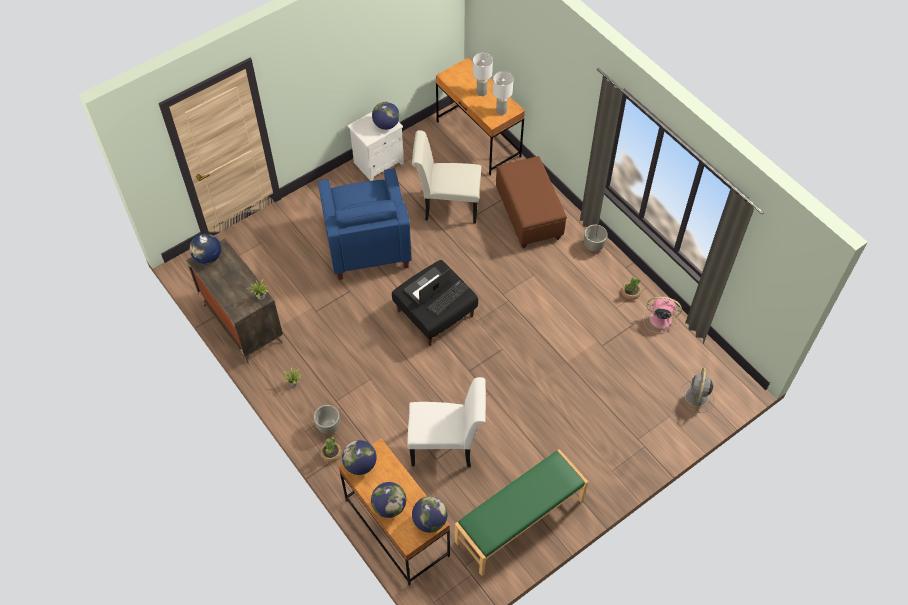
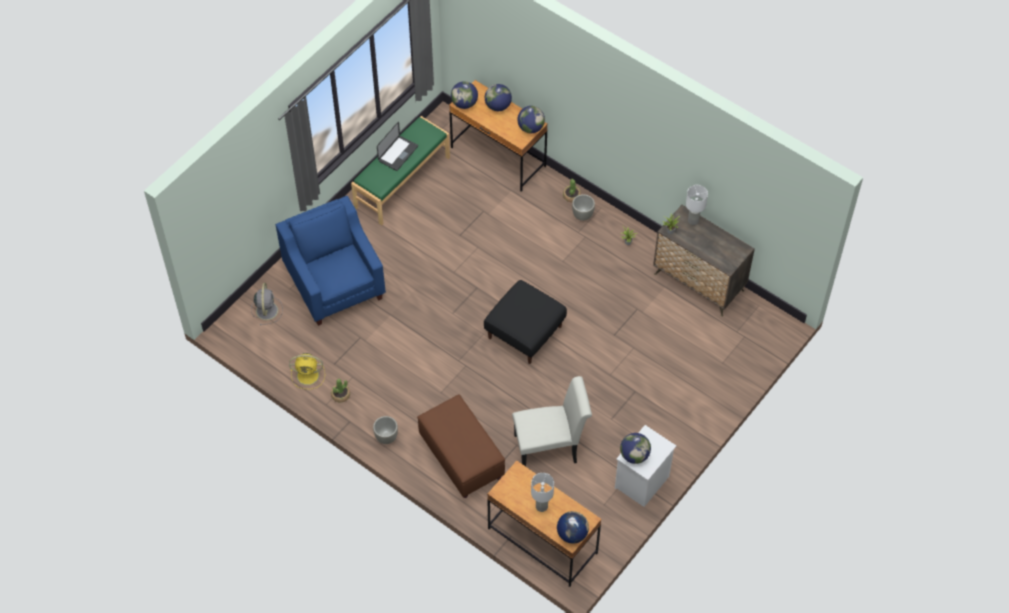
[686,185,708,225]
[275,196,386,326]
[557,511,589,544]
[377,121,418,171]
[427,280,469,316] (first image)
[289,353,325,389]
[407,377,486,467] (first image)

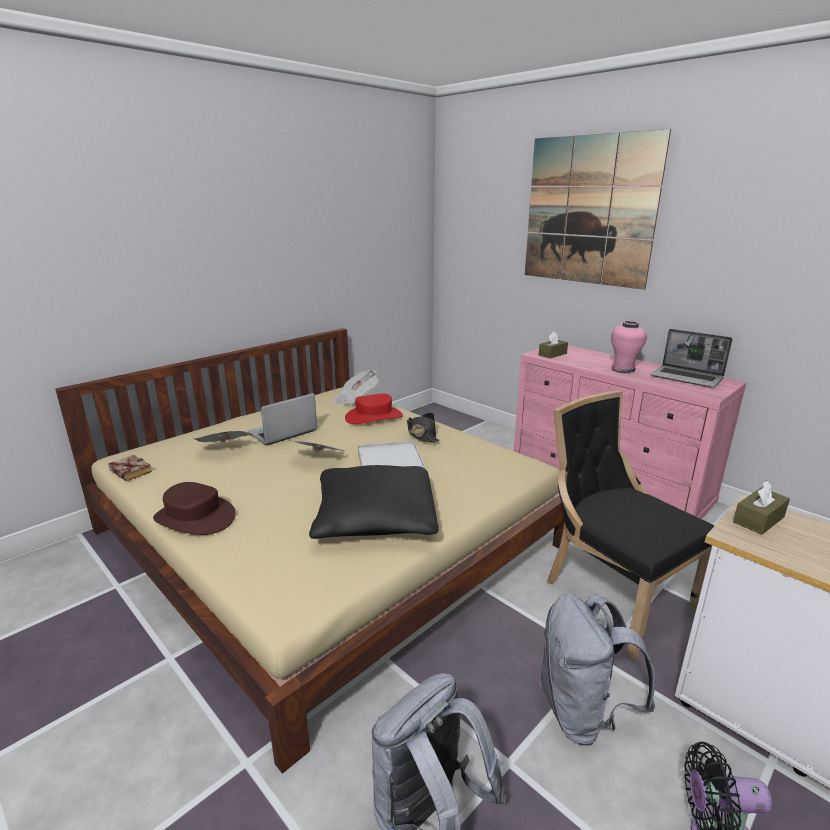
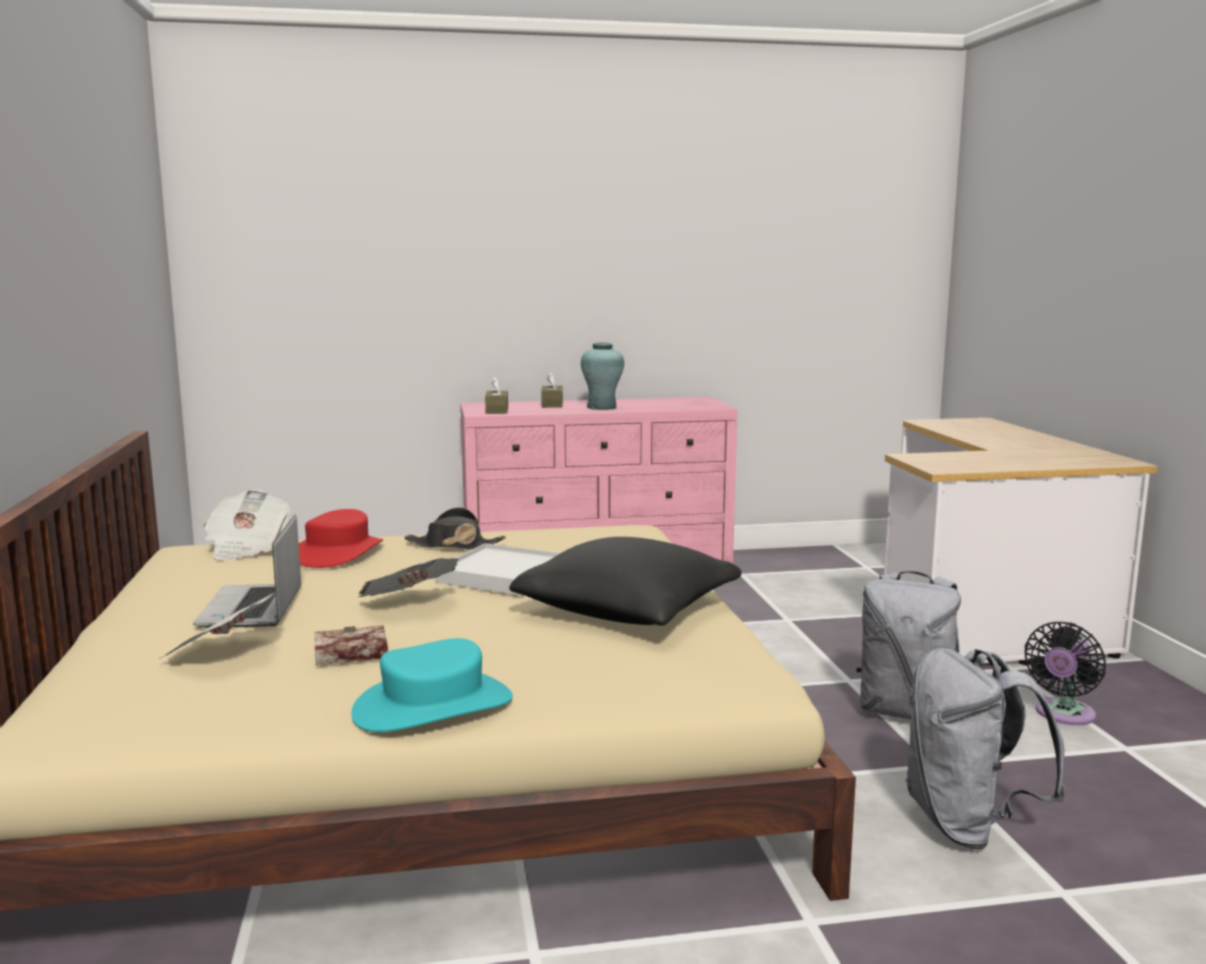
[525,129,671,290] (first image)
[581,342,624,410]
[651,329,733,388] (first image)
[547,391,715,660] (first image)
[314,625,388,665]
[541,372,563,408]
[351,638,513,732]

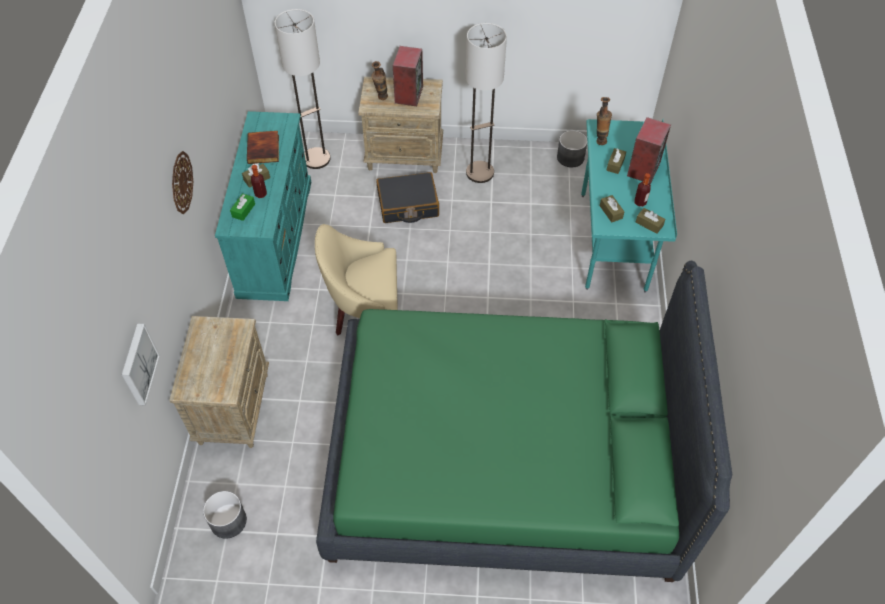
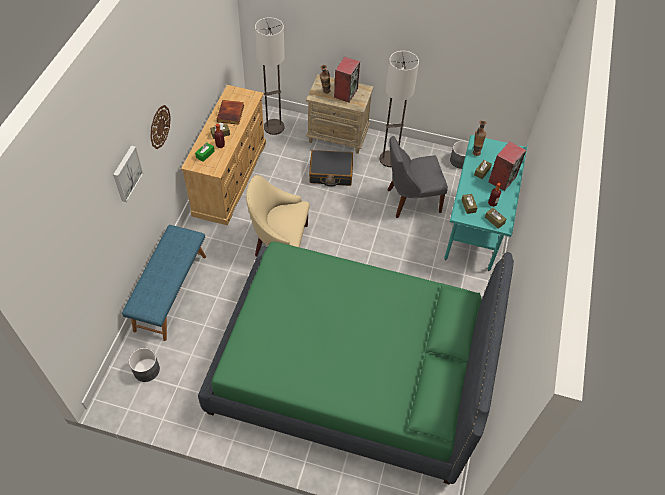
[181,85,266,226]
[122,225,206,341]
[113,145,144,202]
[387,136,448,218]

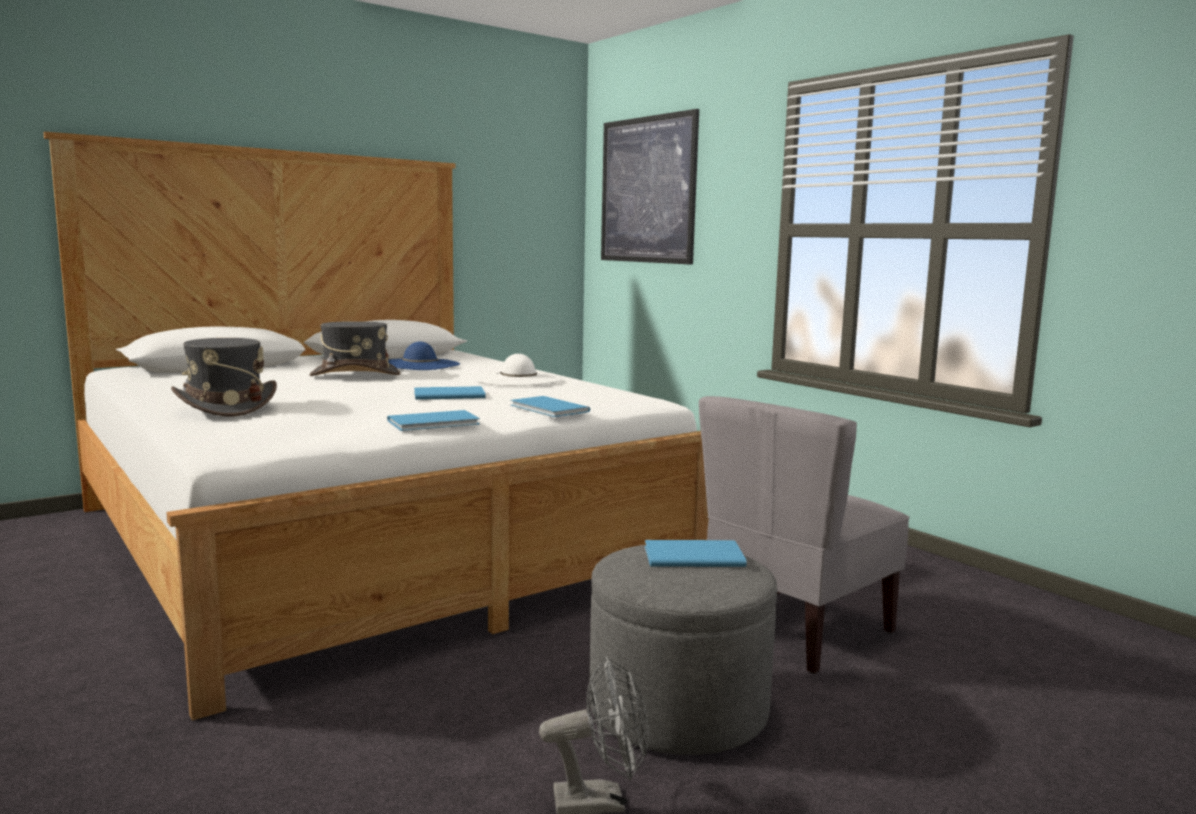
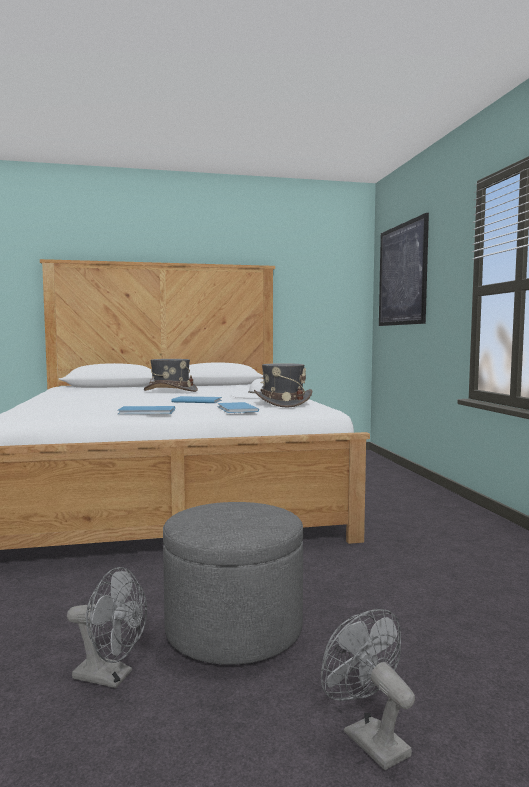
[254,363,312,408]
[388,342,460,370] (first image)
[699,396,910,674] (first image)
[645,540,747,567] (first image)
[321,609,415,770]

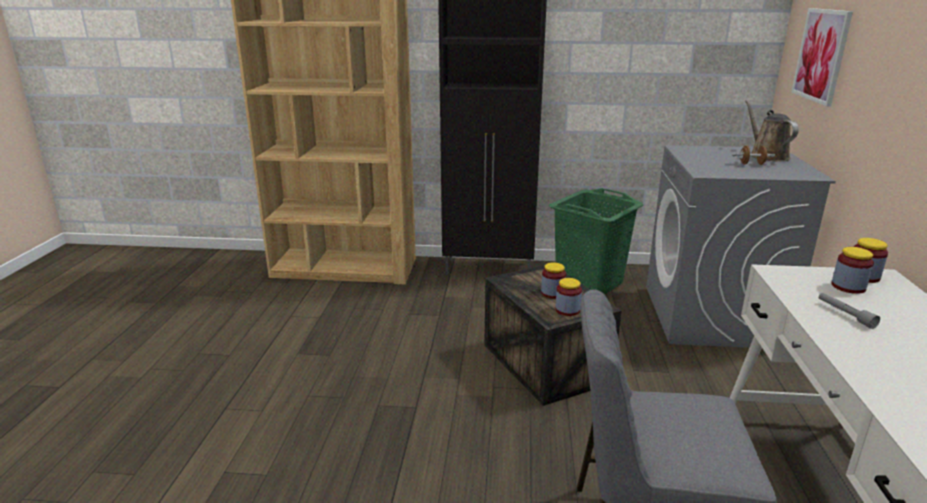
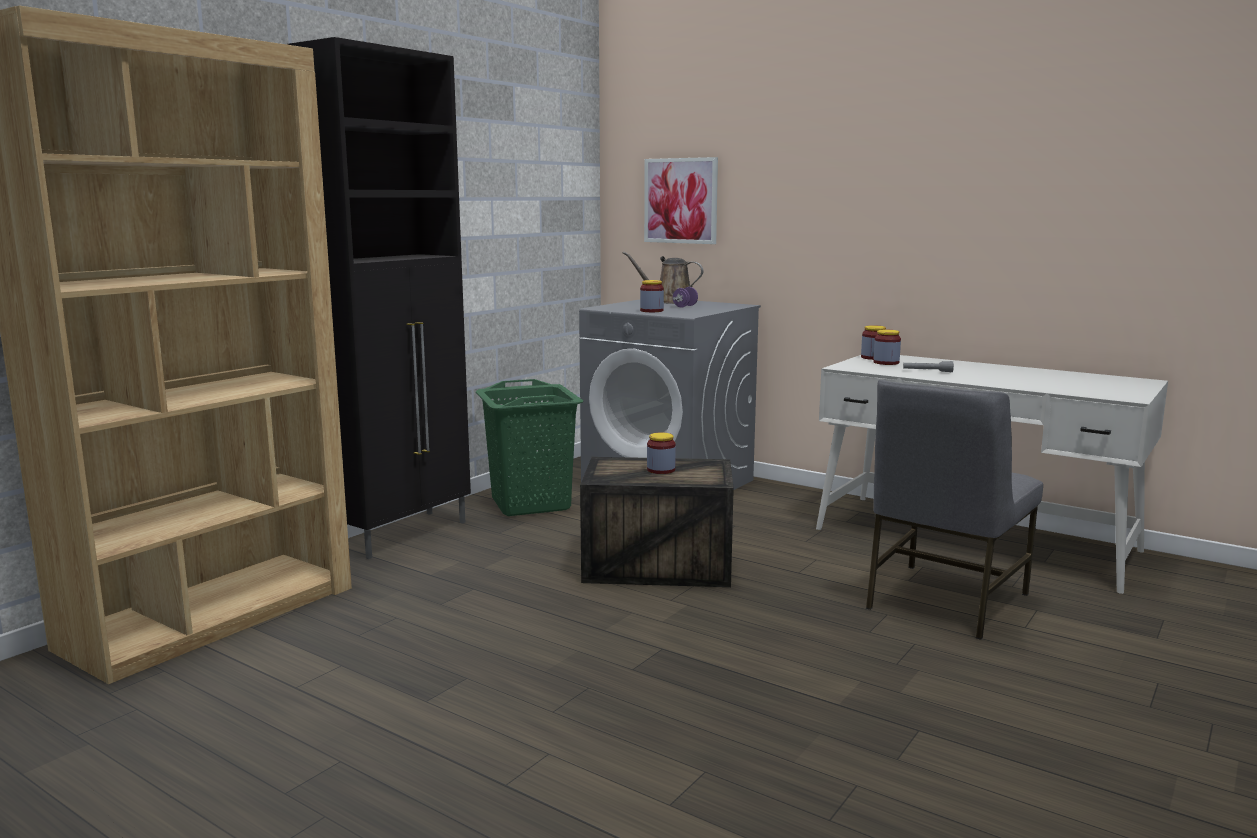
[673,287,698,308]
[640,280,664,312]

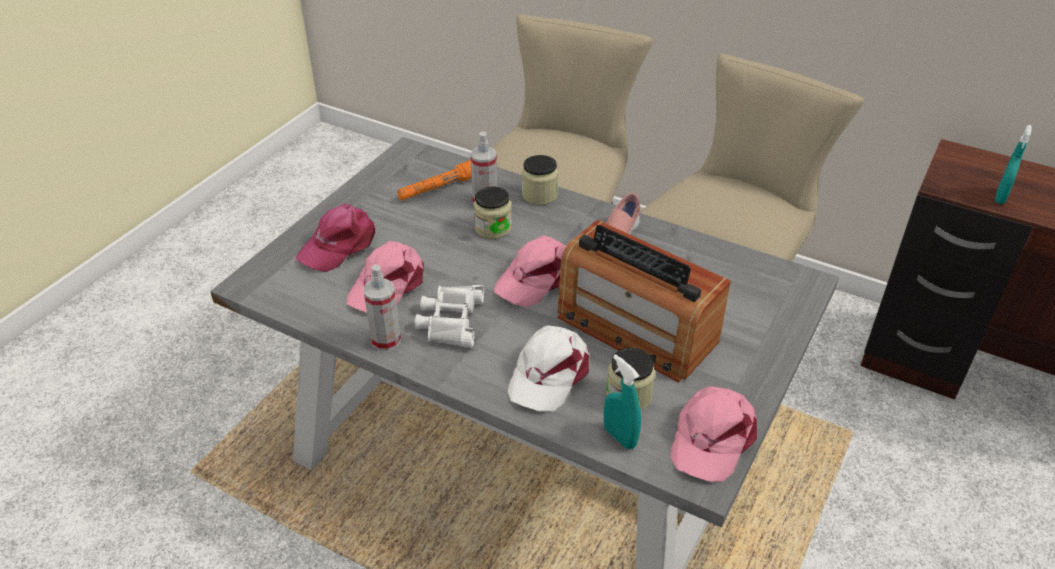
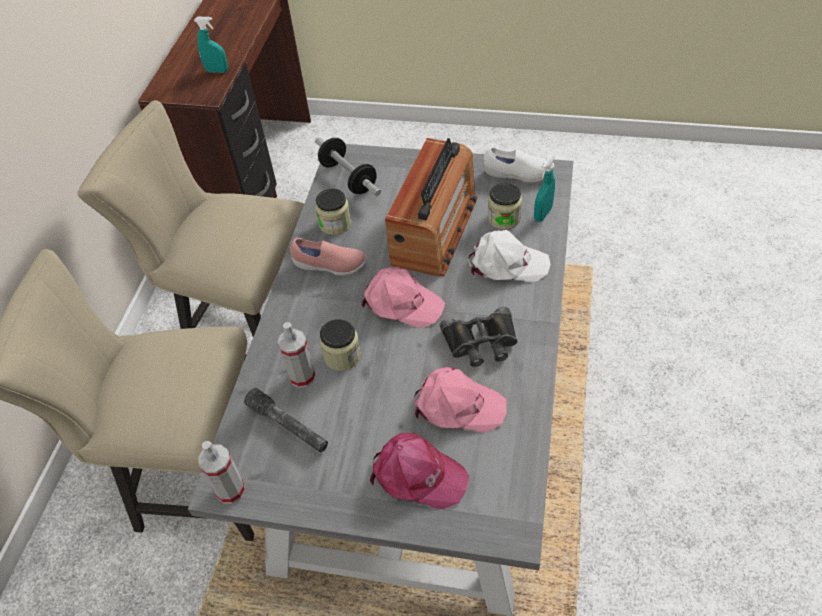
[315,189,351,235]
[244,388,328,452]
[198,441,245,504]
[440,307,518,367]
[483,146,555,183]
[315,137,381,196]

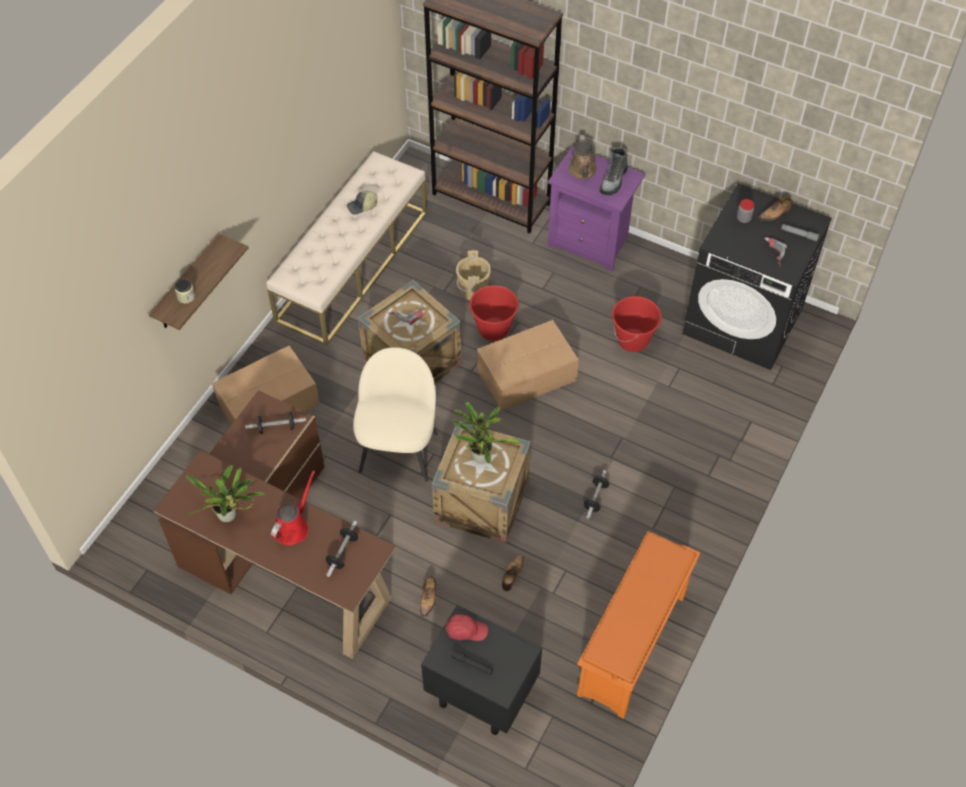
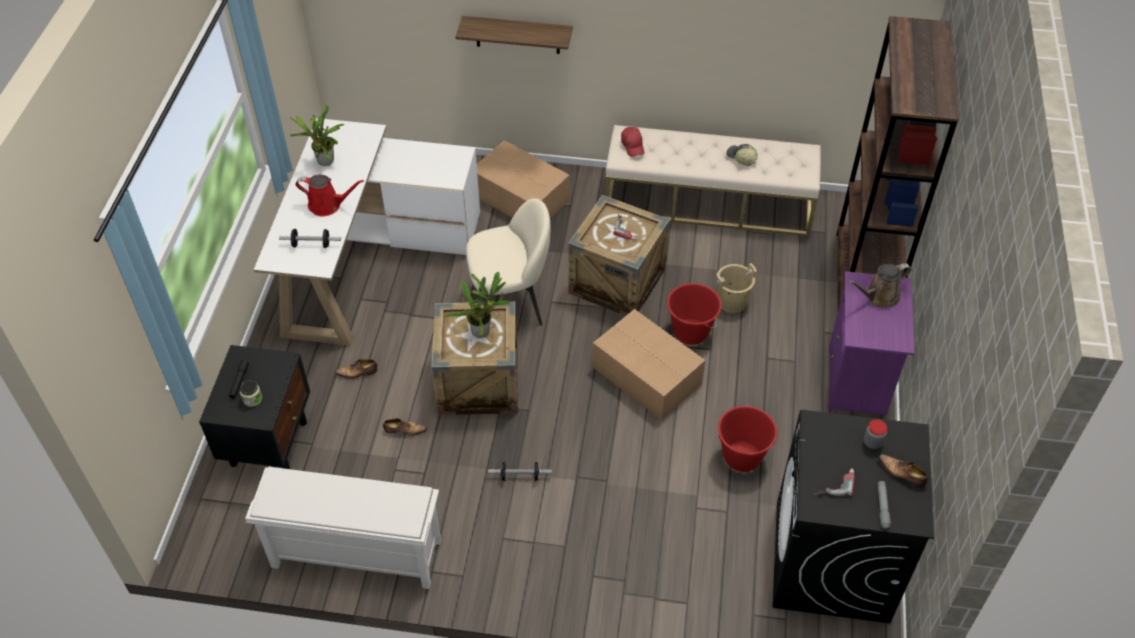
[600,147,628,195] (first image)
[240,380,262,407]
[254,118,480,346]
[245,412,306,434] (first image)
[245,467,441,589]
[621,127,644,157]

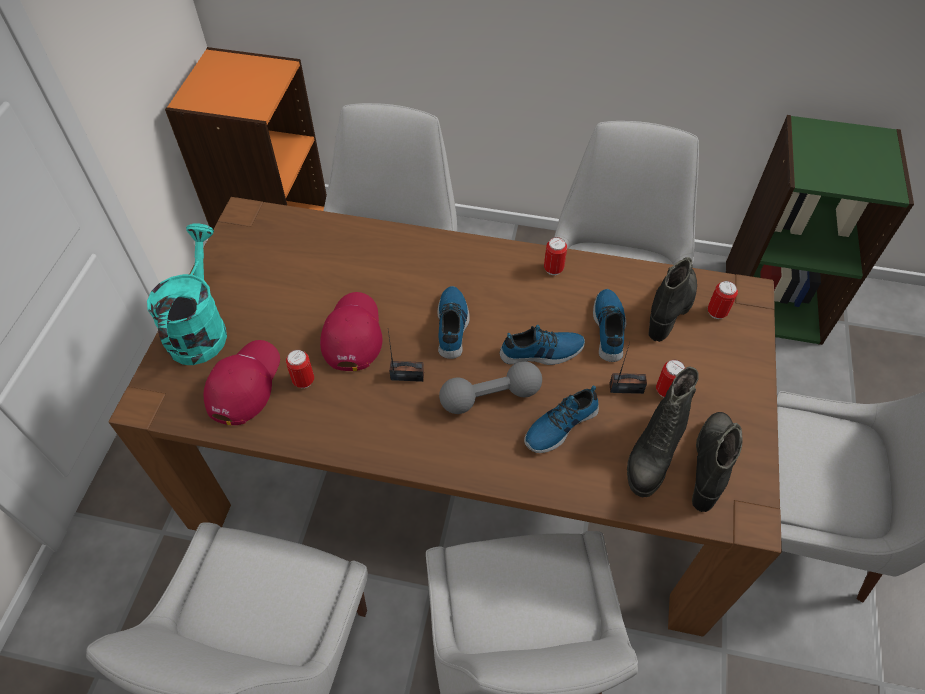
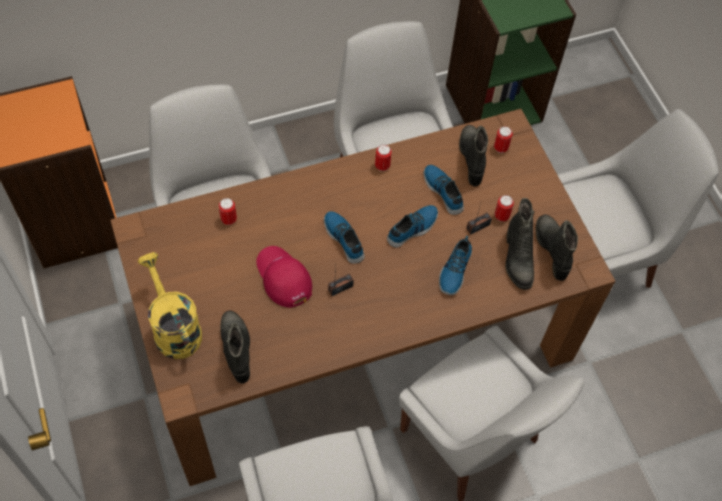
[138,252,202,359]
[220,311,250,384]
[219,198,237,225]
[439,361,542,414] (first image)

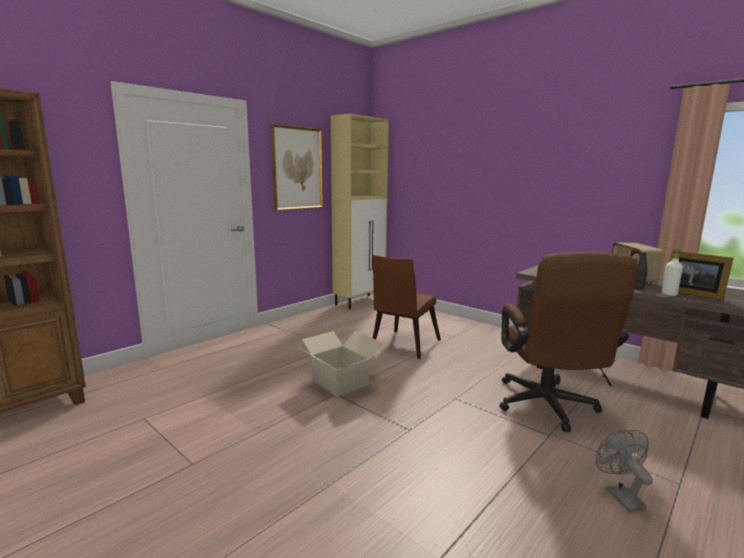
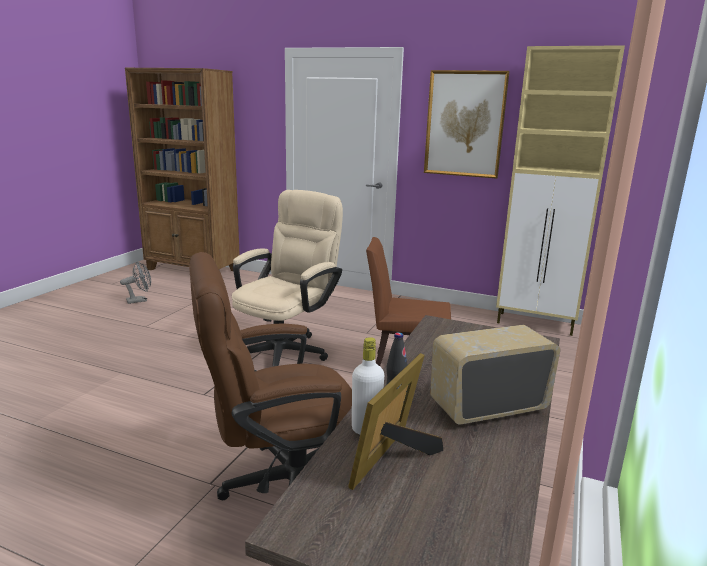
[232,190,343,367]
[120,262,151,304]

